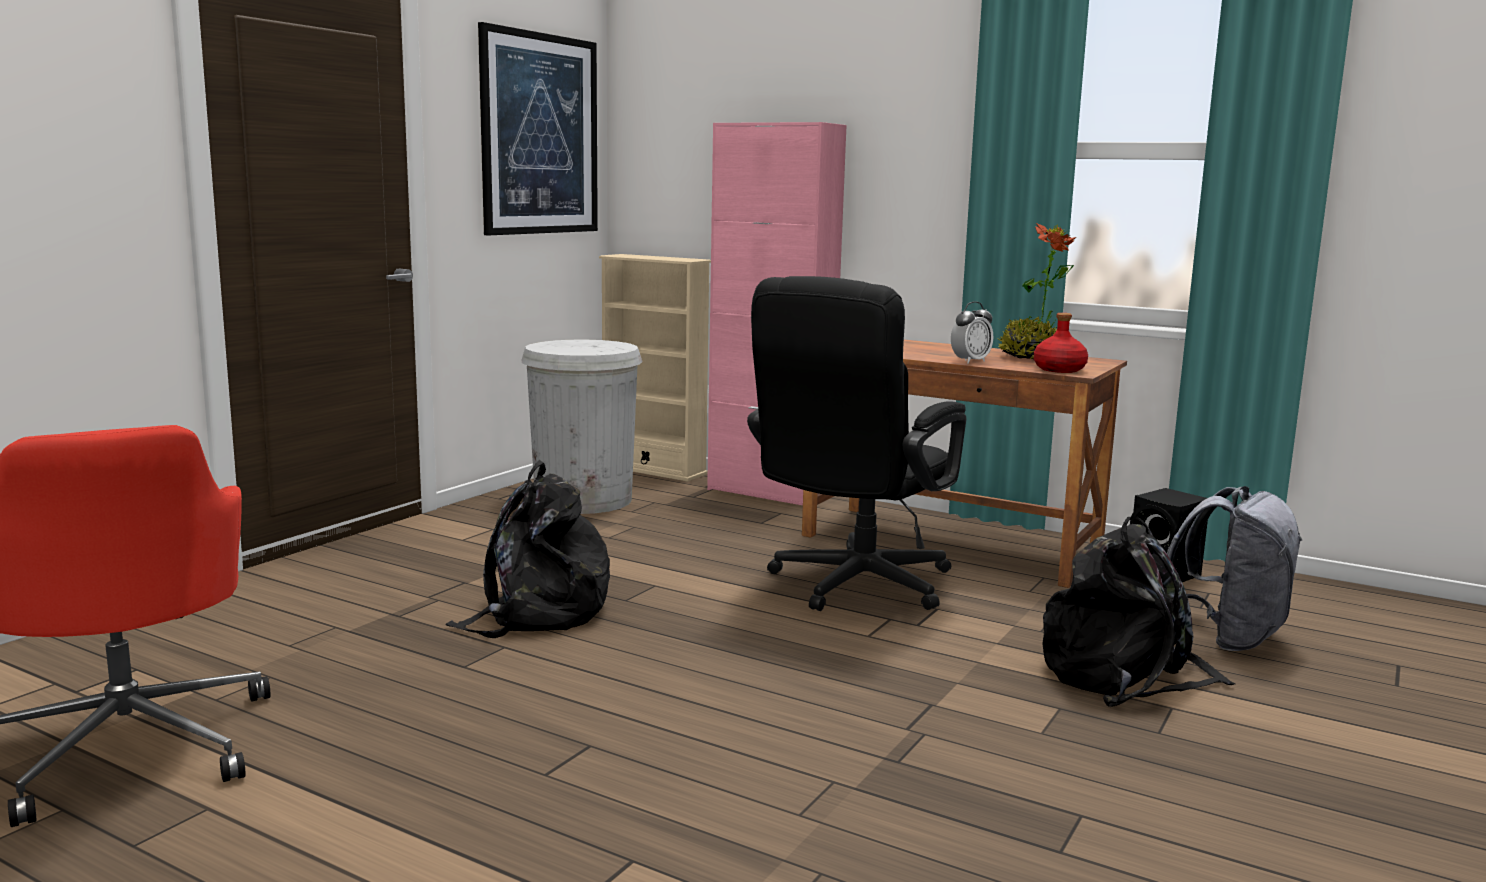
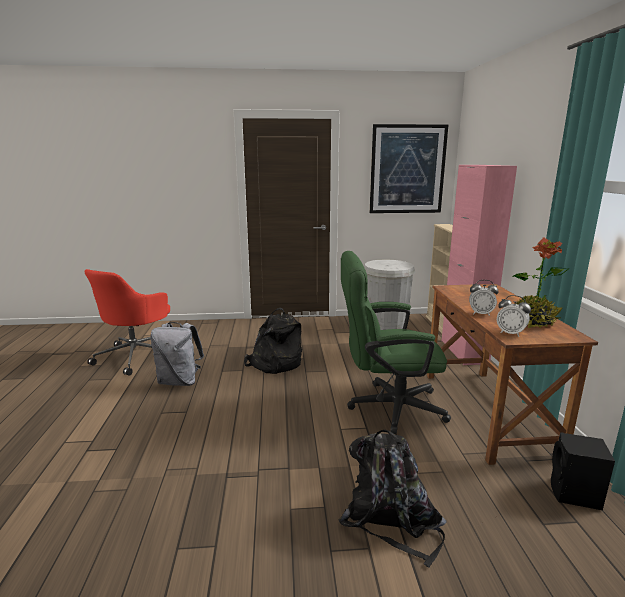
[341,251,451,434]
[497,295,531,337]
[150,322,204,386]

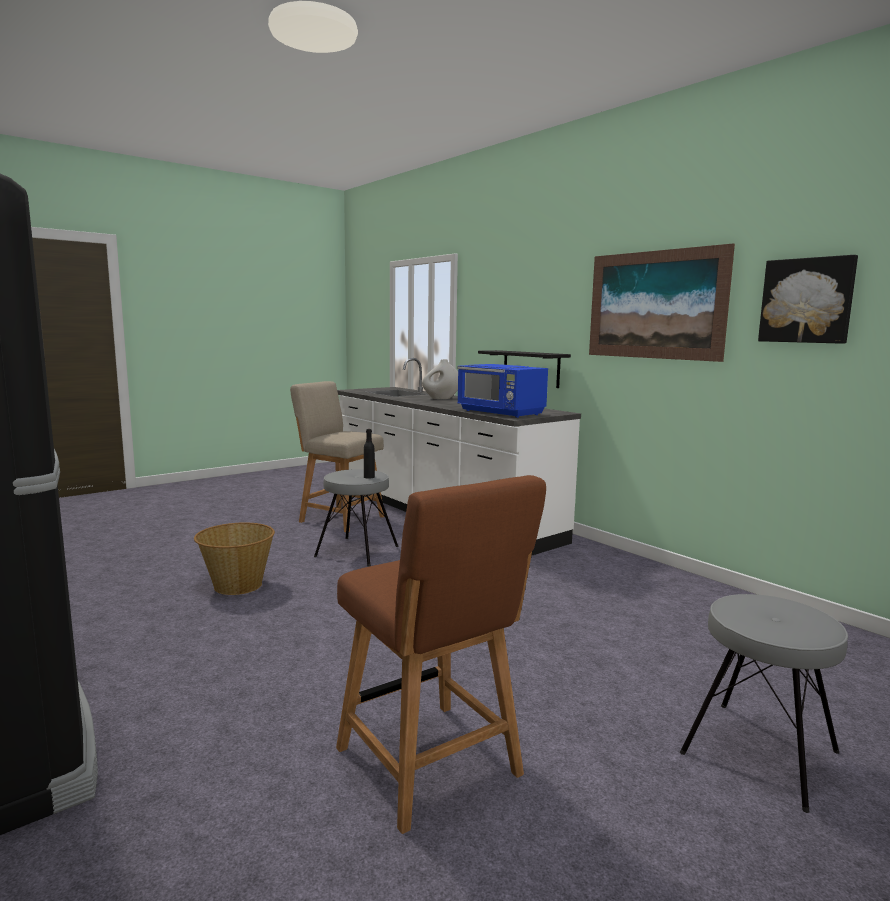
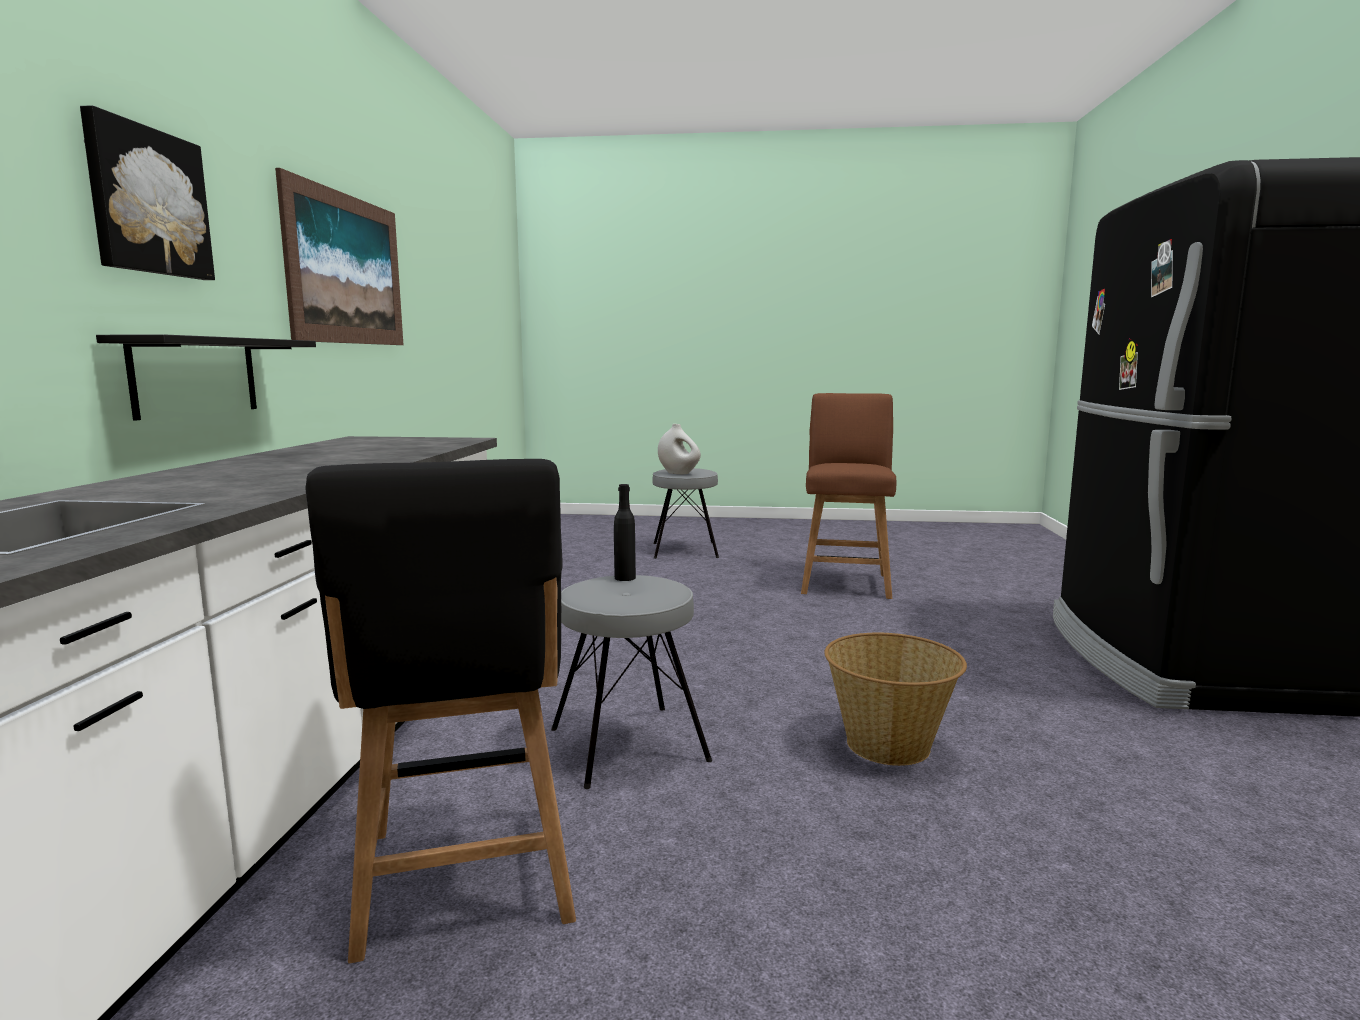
[80,105,215,280]
[658,424,701,474]
[457,364,548,418] (first image)
[305,459,576,963]

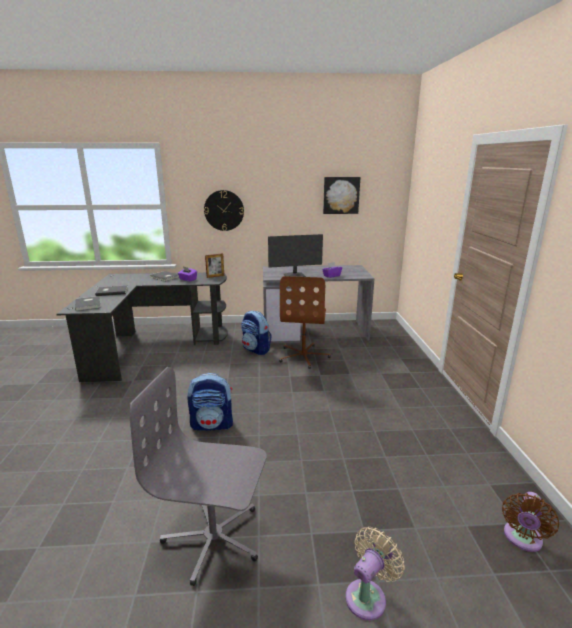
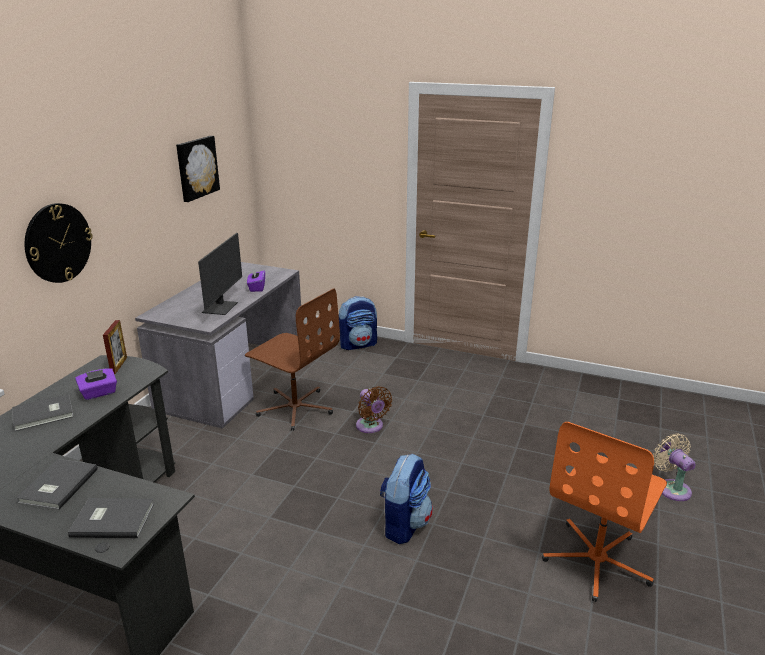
[339,296,377,350]
[542,422,667,602]
[356,386,392,433]

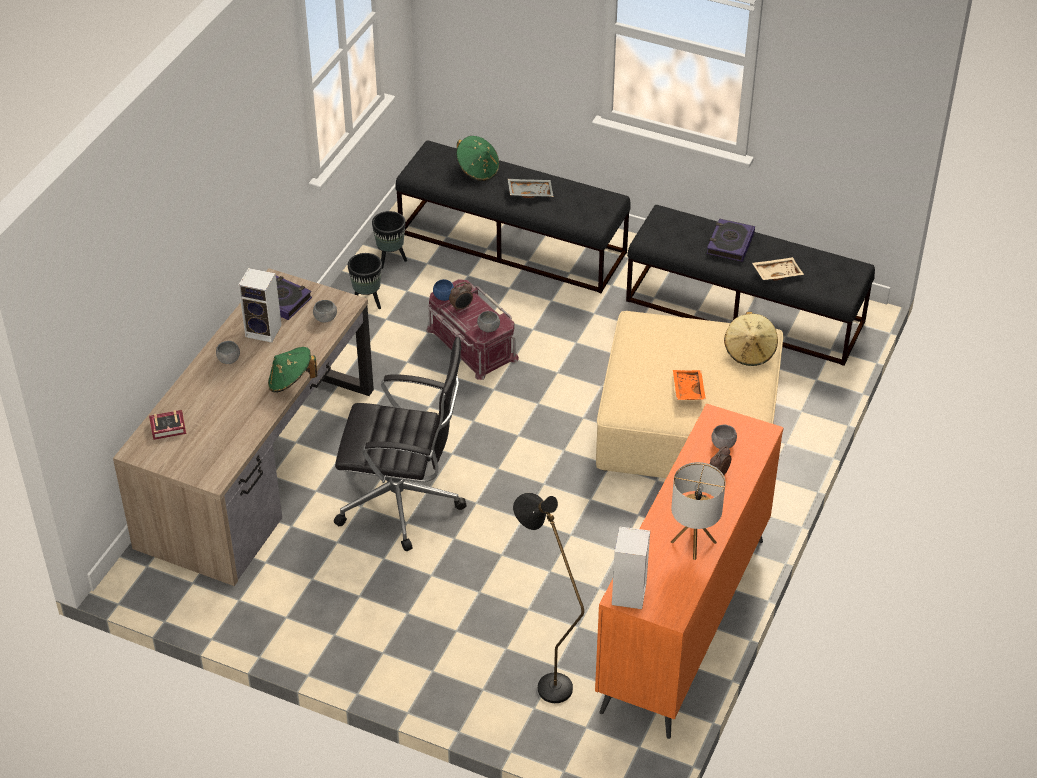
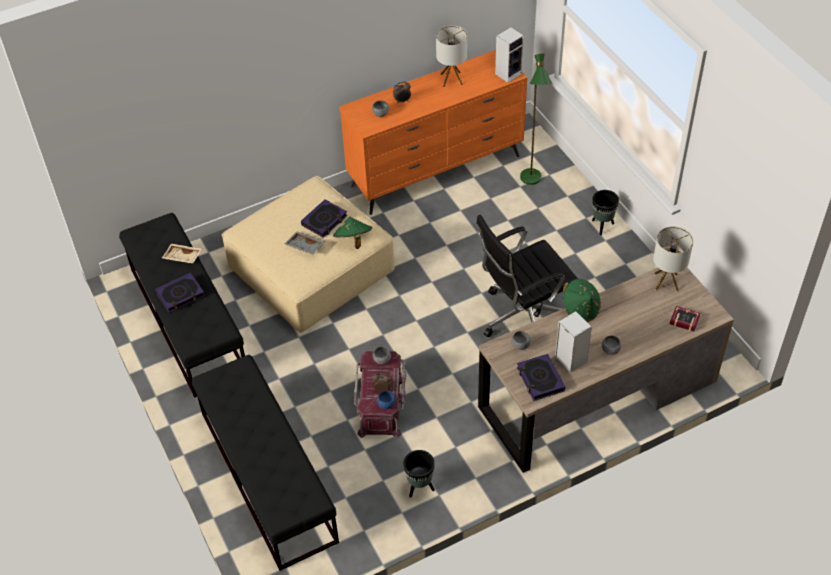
[333,217,372,249]
[285,231,325,254]
[592,190,619,235]
[724,312,778,366] (first image)
[476,215,578,337]
[301,199,347,238]
[520,53,552,185]
[653,226,693,291]

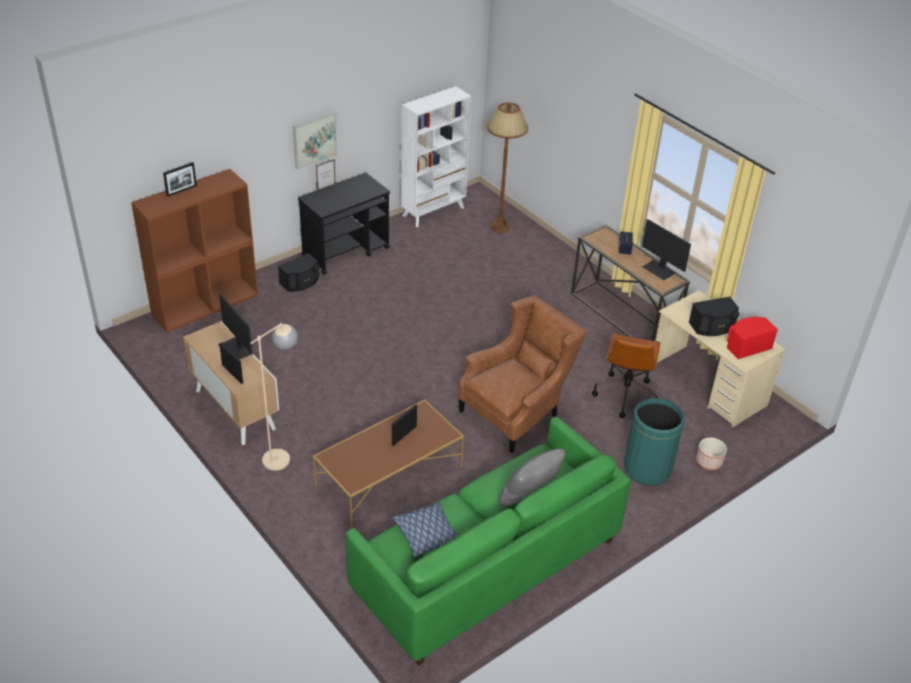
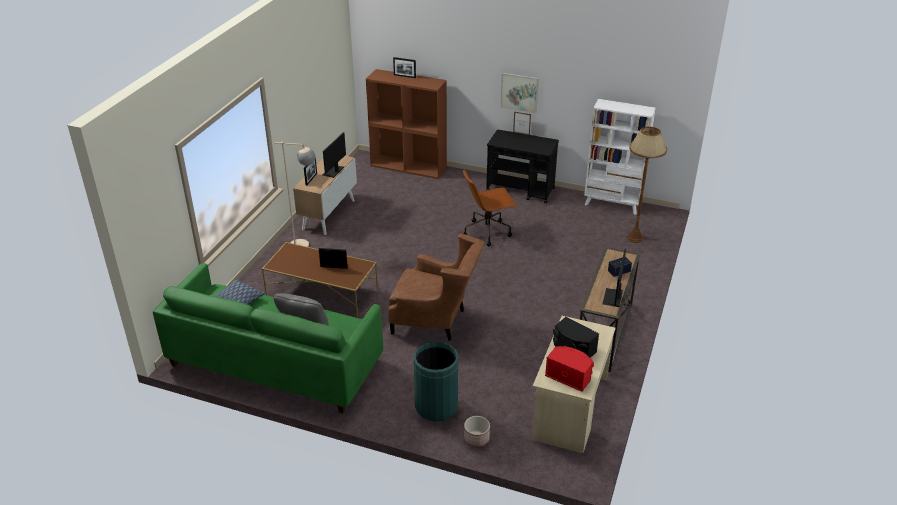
[278,253,320,292] (first image)
[463,170,517,247]

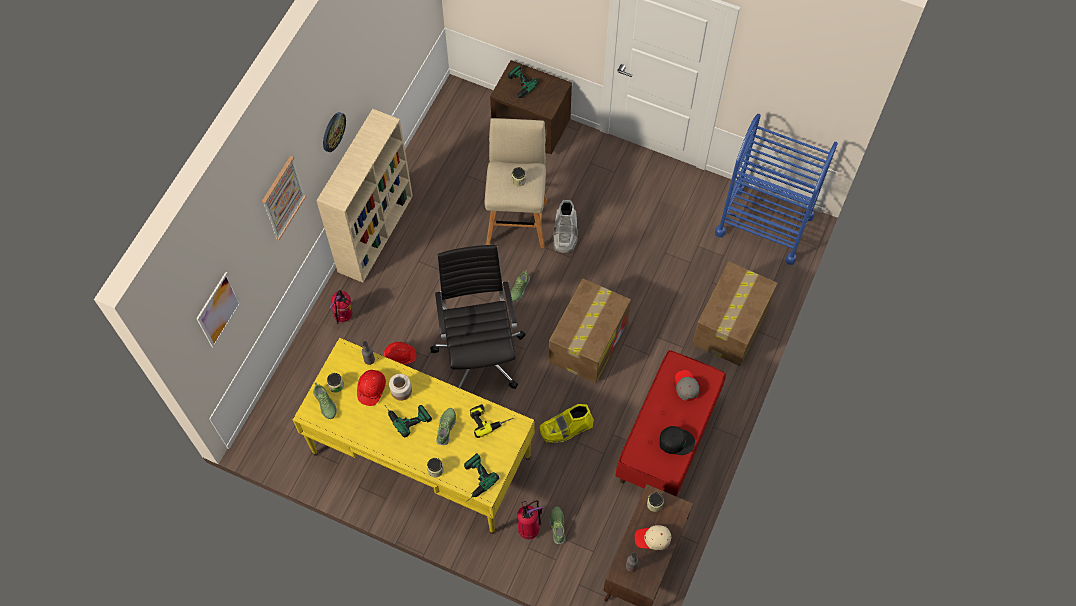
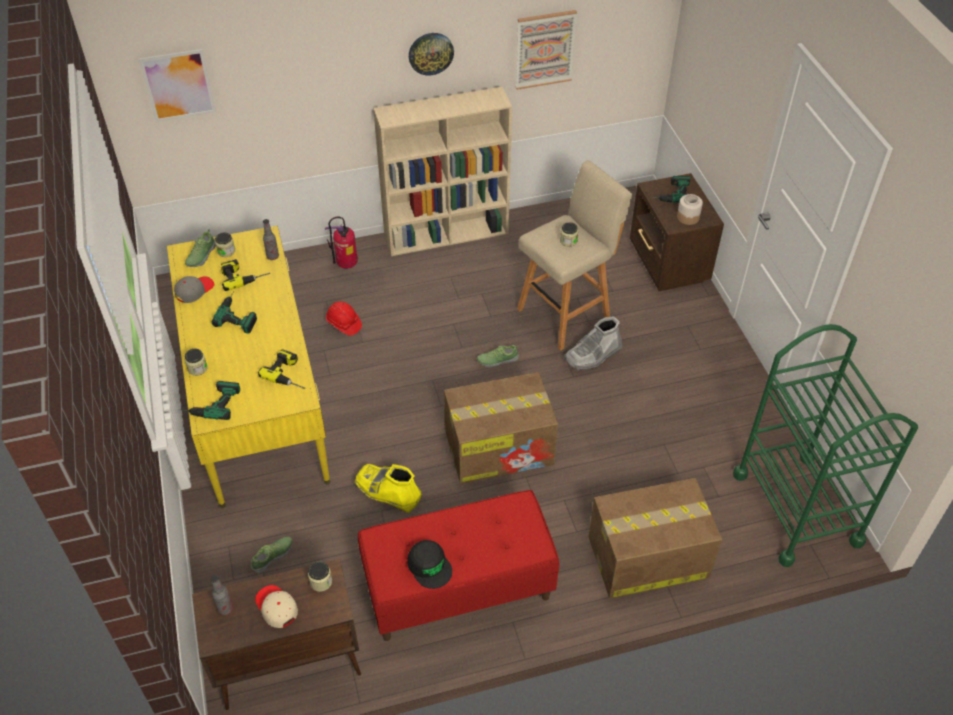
[733,324,918,567]
[516,10,577,90]
[430,245,526,389] (first image)
[221,259,270,291]
[174,276,214,303]
[677,194,703,225]
[436,408,456,445] (first image)
[517,500,544,539] (first image)

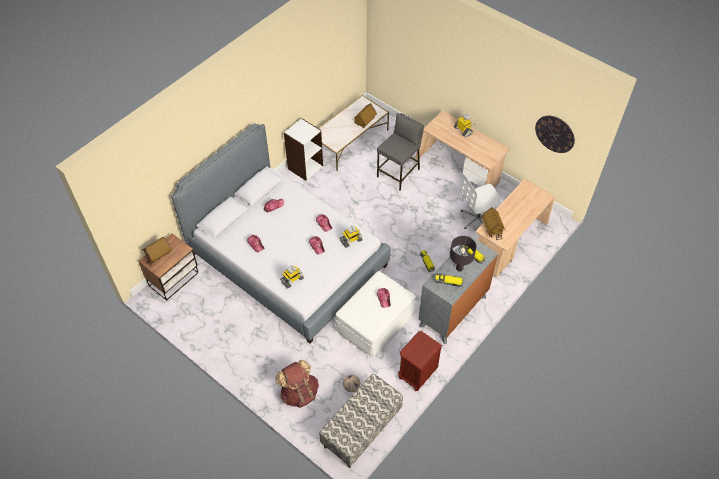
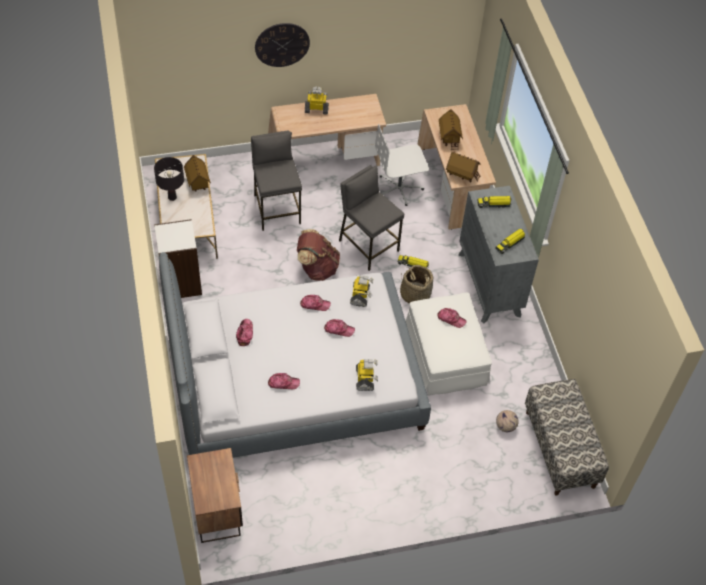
[255,23,310,67]
[375,124,429,206]
[154,157,184,201]
[439,109,463,151]
[398,331,442,391] (first image)
[297,229,340,281]
[339,165,405,271]
[400,265,433,304]

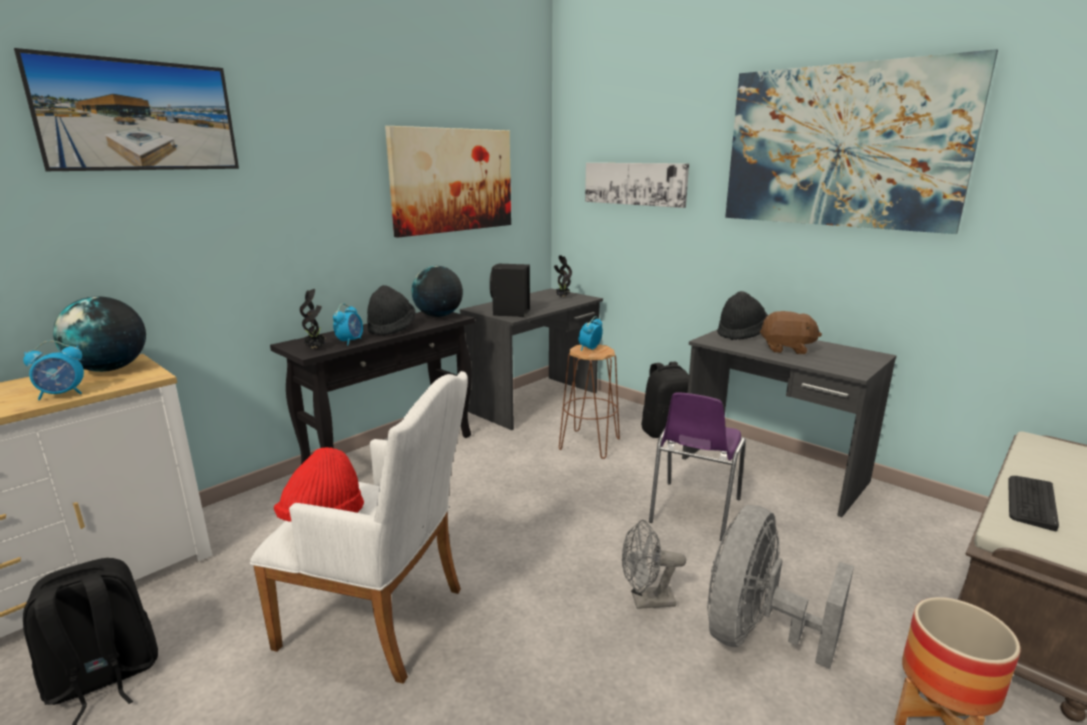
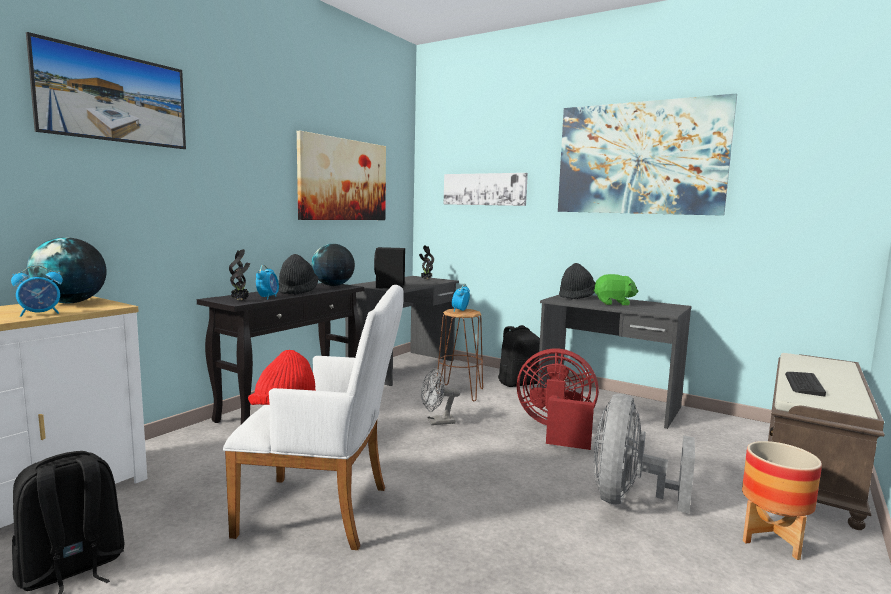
[594,274,639,306]
[517,349,599,450]
[421,368,461,425]

